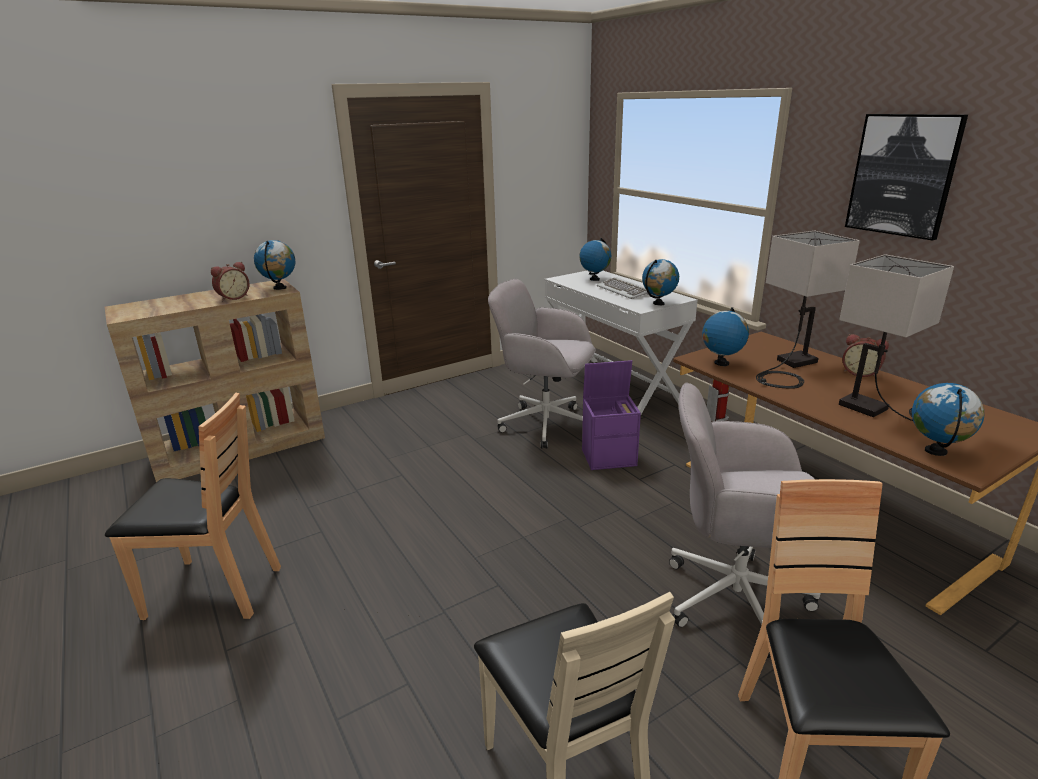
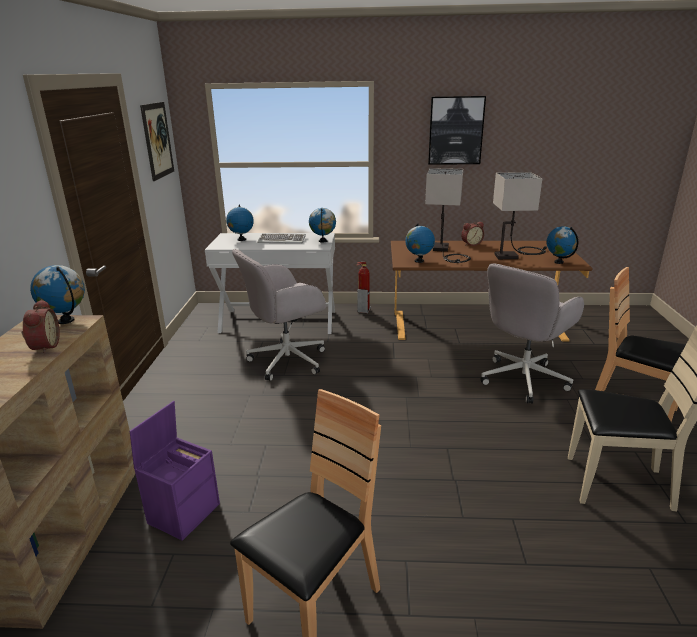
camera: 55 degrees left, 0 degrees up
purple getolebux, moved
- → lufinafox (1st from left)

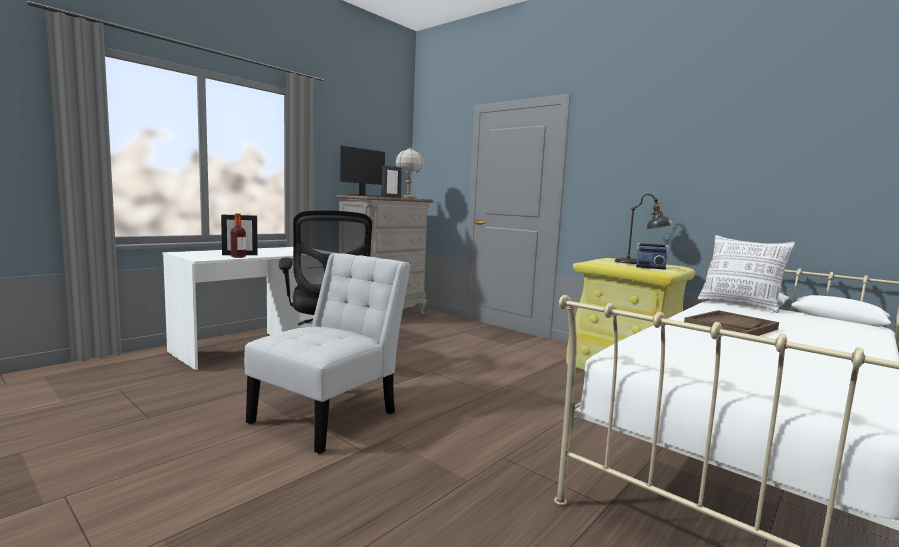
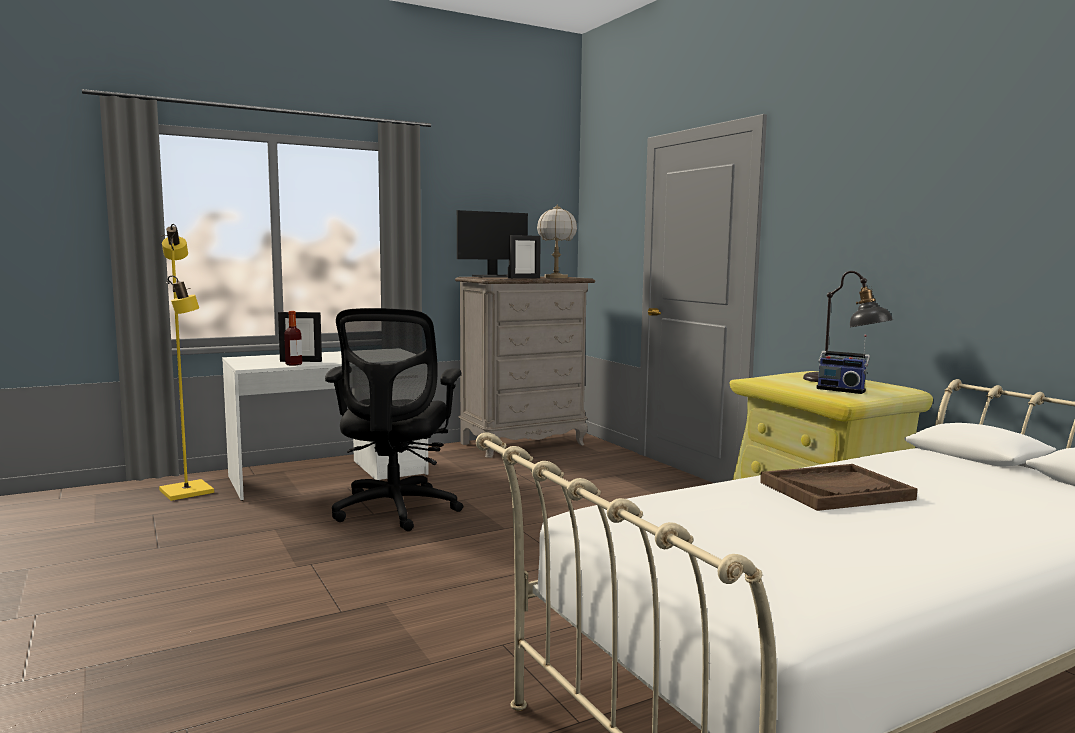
camera: 20 degrees right, 0 degrees up
- → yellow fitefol
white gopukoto → -
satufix → -

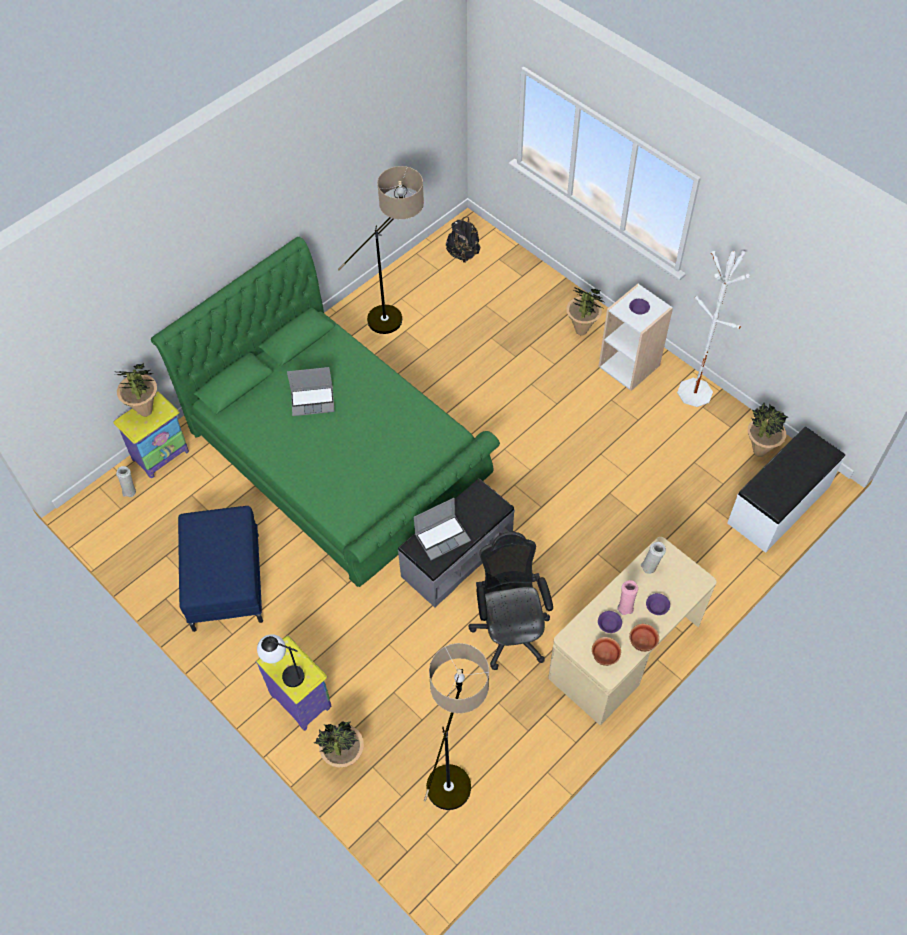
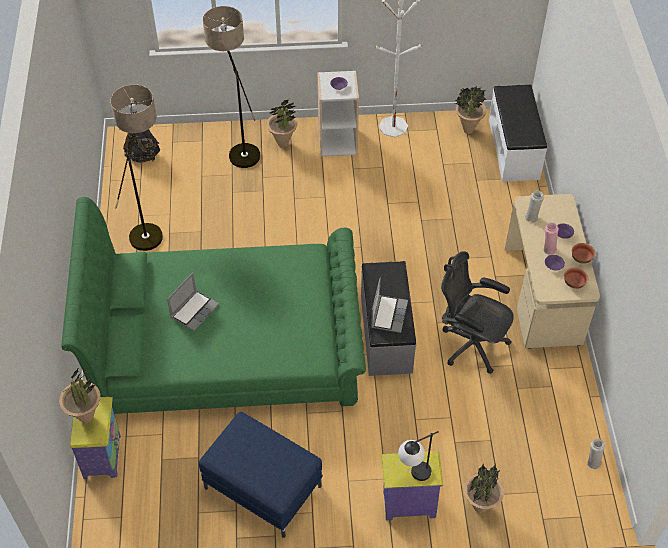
camera: 50 degrees left, 5 degrees down
fitefol (2nd from left), moved
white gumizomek (1st from left in the first image) → white gumizomek (2nd from left), moved

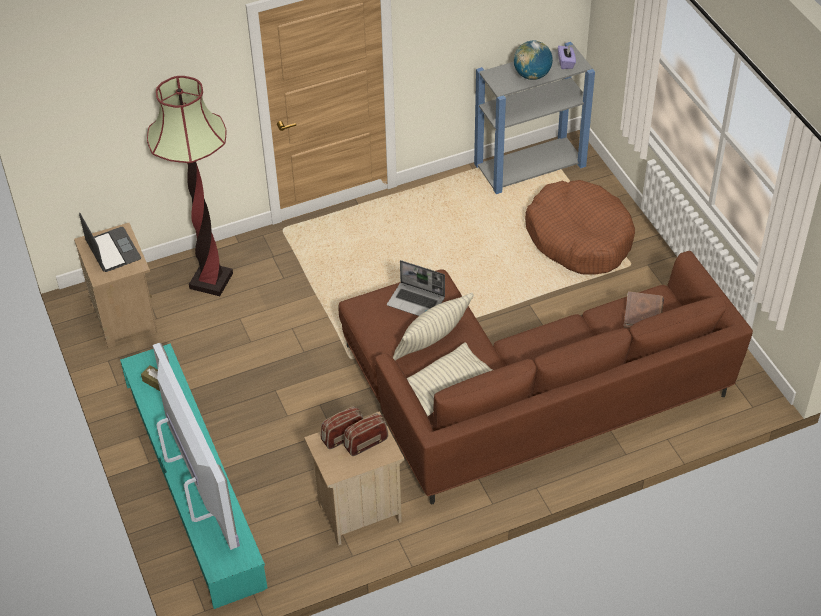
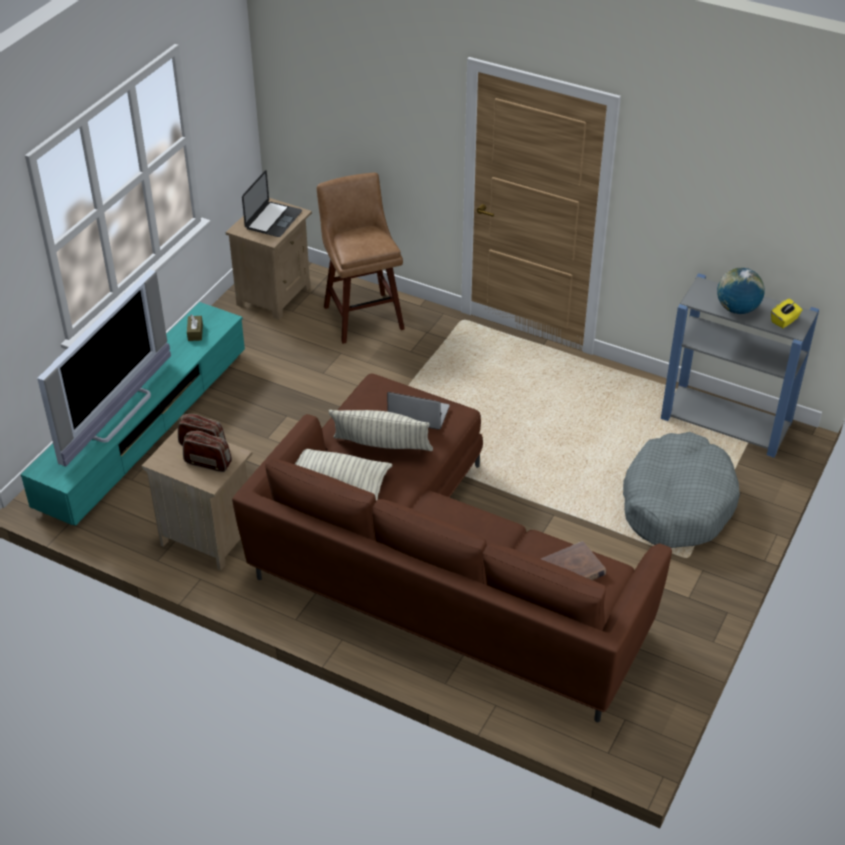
camera: 50 degrees right, 5 degrees down
fitefol → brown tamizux
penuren (2nd from left), 120 degrees clockwise
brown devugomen → grey devugomen
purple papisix → yellow papisix

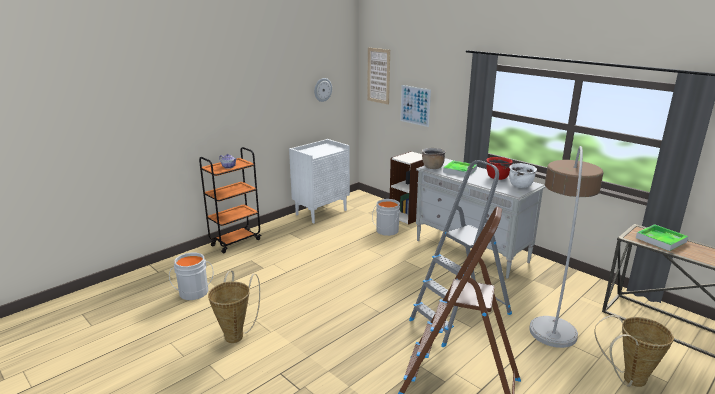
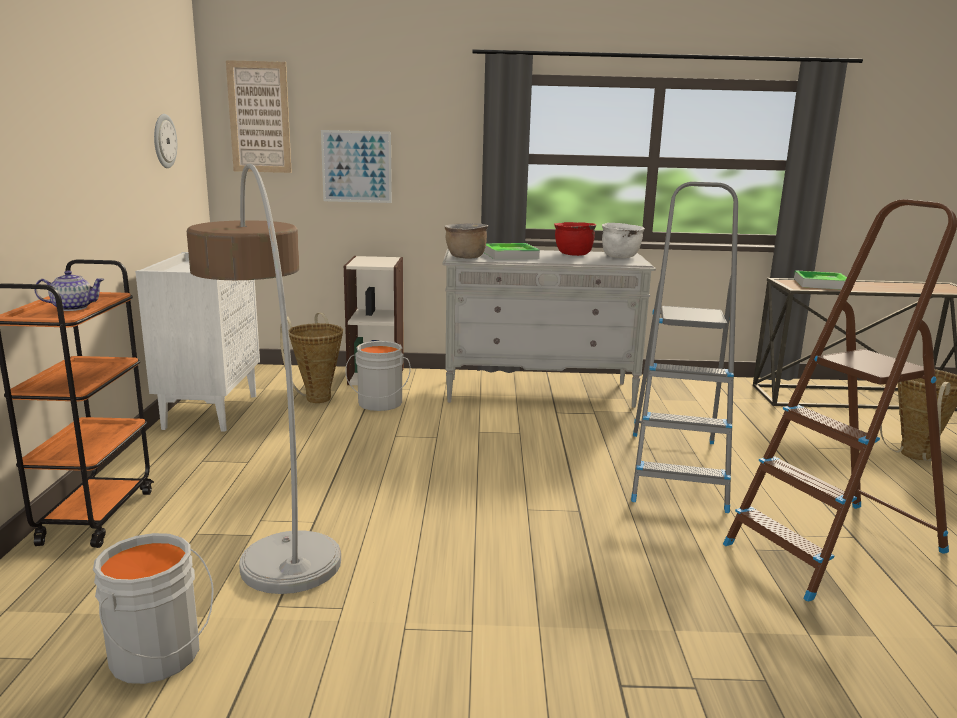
camera: 45 degrees left, 5 degrees down
fitefol, moved
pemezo (1st from left), moved

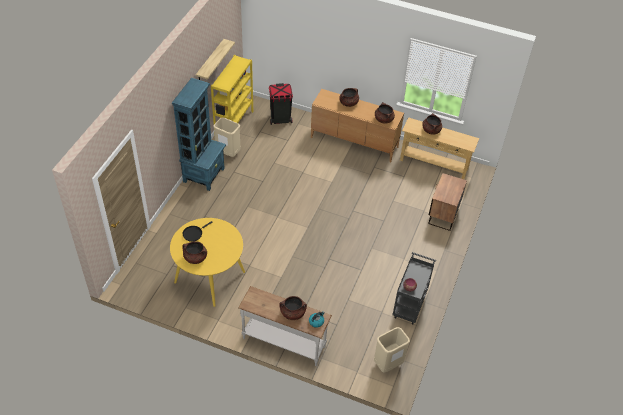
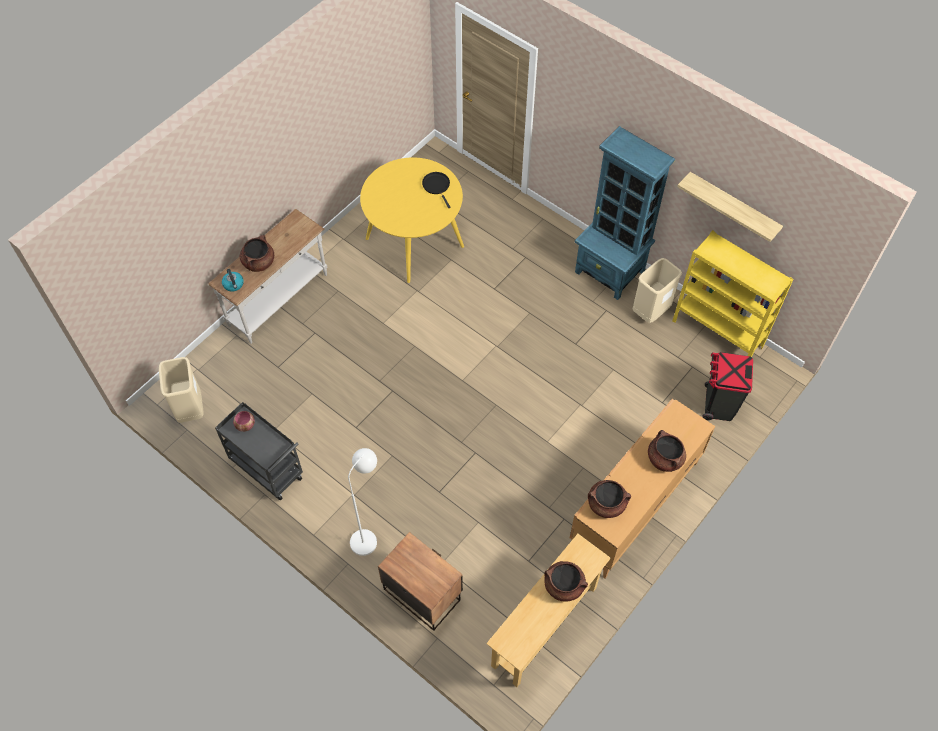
camera: 110 degrees right, 10 degrees up
- → white fitefol
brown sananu (1st from left) → -

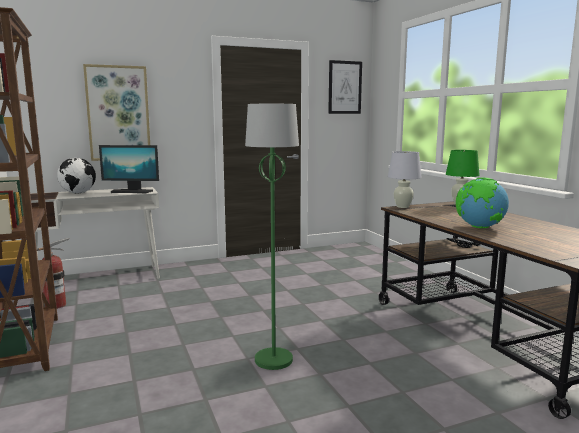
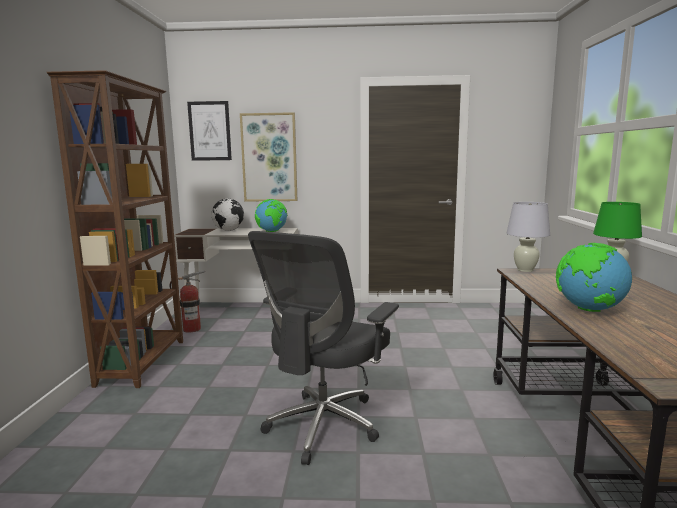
camera: 25 degrees right, 0 degrees up
lufinafox (2nd from left in the first image) → lufinafox (1st from left), moved
green fitefol → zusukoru
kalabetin → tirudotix (2nd from left)

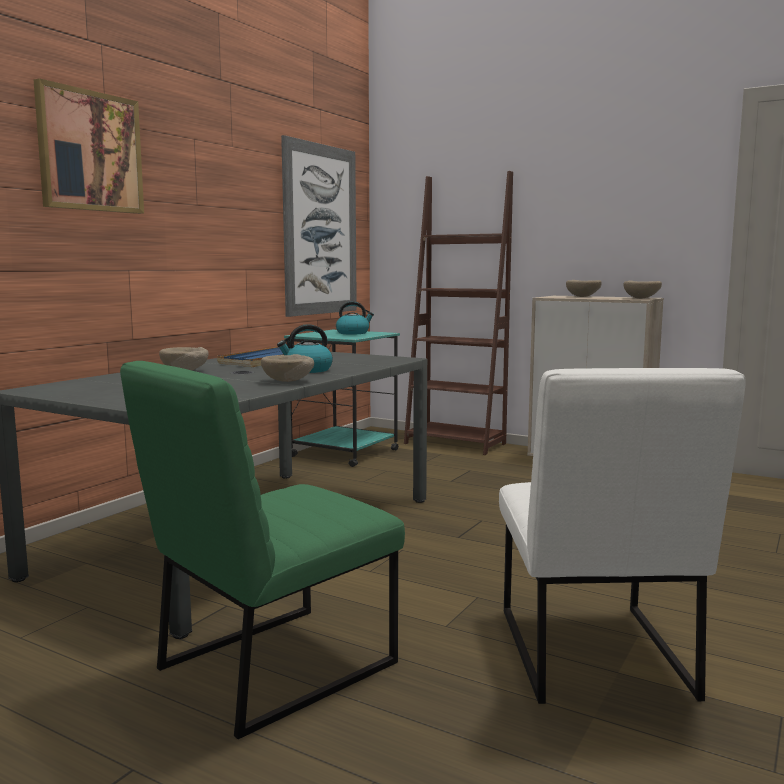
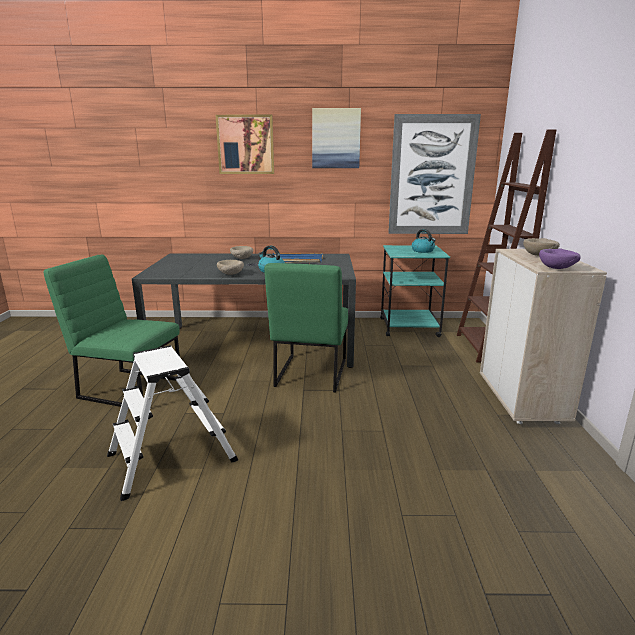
camera: 60 degrees right, 10 degrees up
white gopukoto → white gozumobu
- → green gopukoto (2nd from left)
- → lufinafox (2nd from left)
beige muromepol (4th from left) → purple muromepol

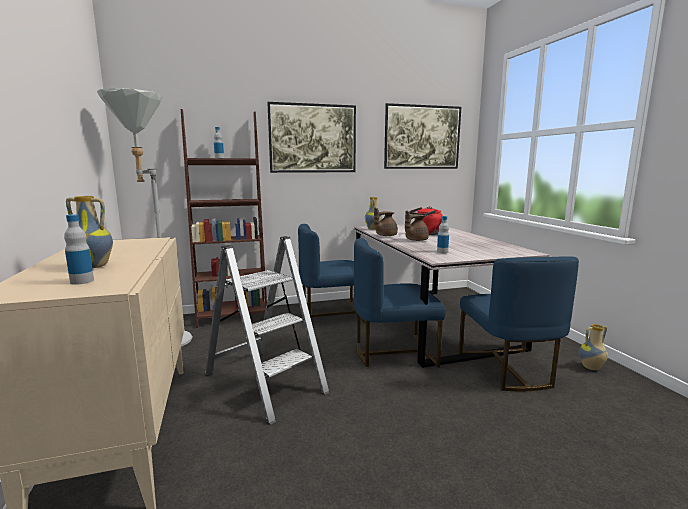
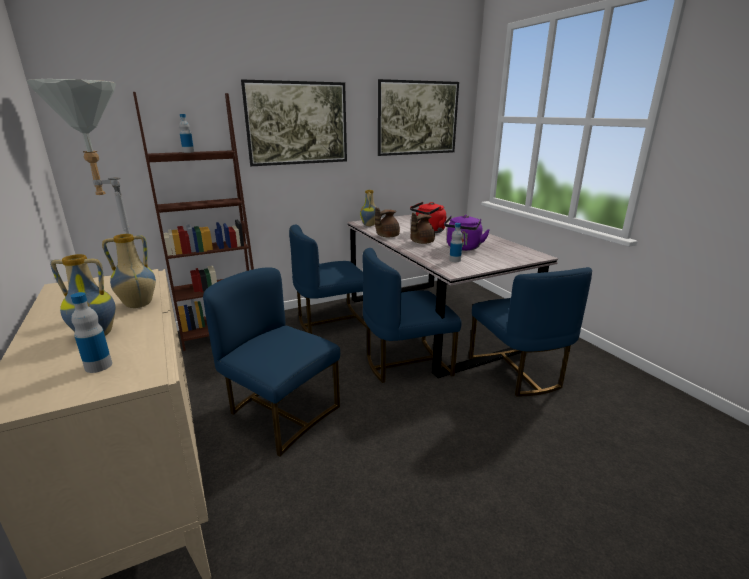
camera: 10 degrees left, 10 degrees up
gumizomek (3rd from left in the first image) → gumizomek (2nd from left), moved
grey gozumobu → blue gopukoto (1st from left)
- → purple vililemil

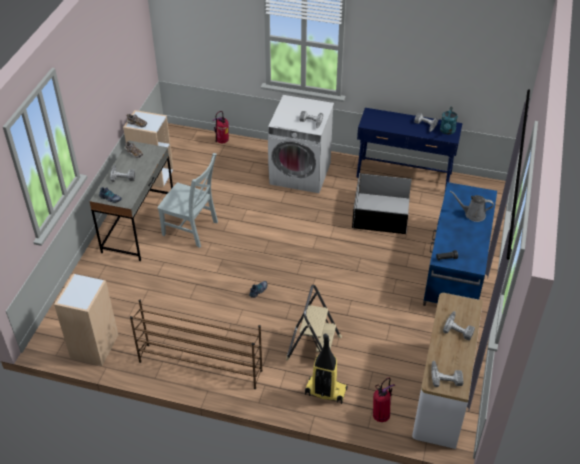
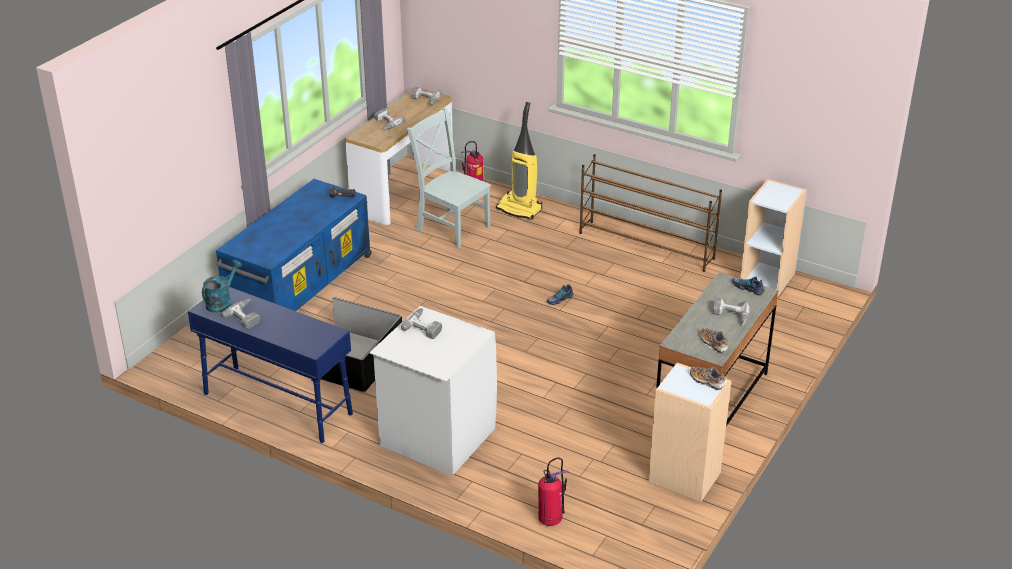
camera: 165 degrees left, 10 degrees down
grey gopukoto, moved
beige gozumobu → -
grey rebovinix → -

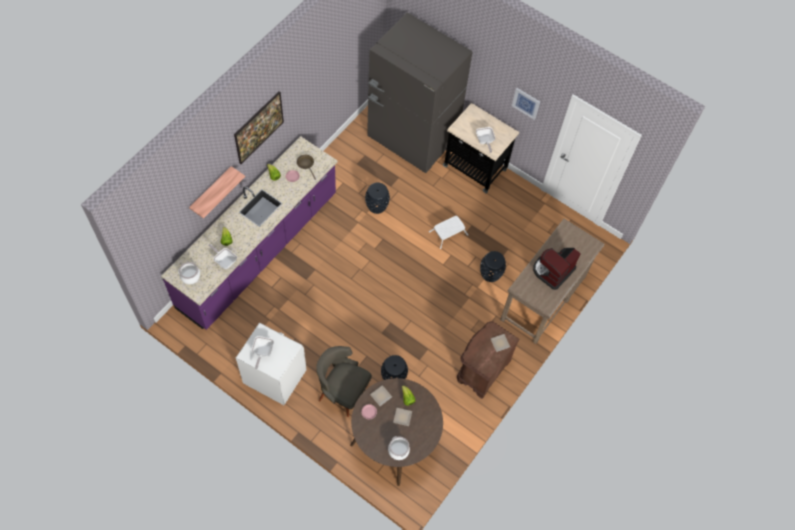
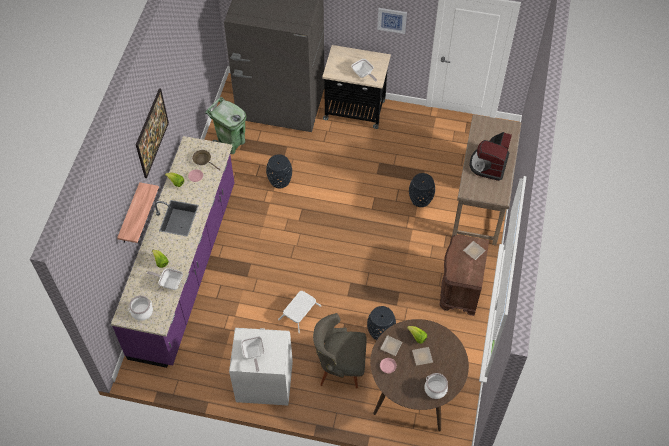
camera: 20 degrees left, 5 degrees down
- → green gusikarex
white gozumobu, moved

